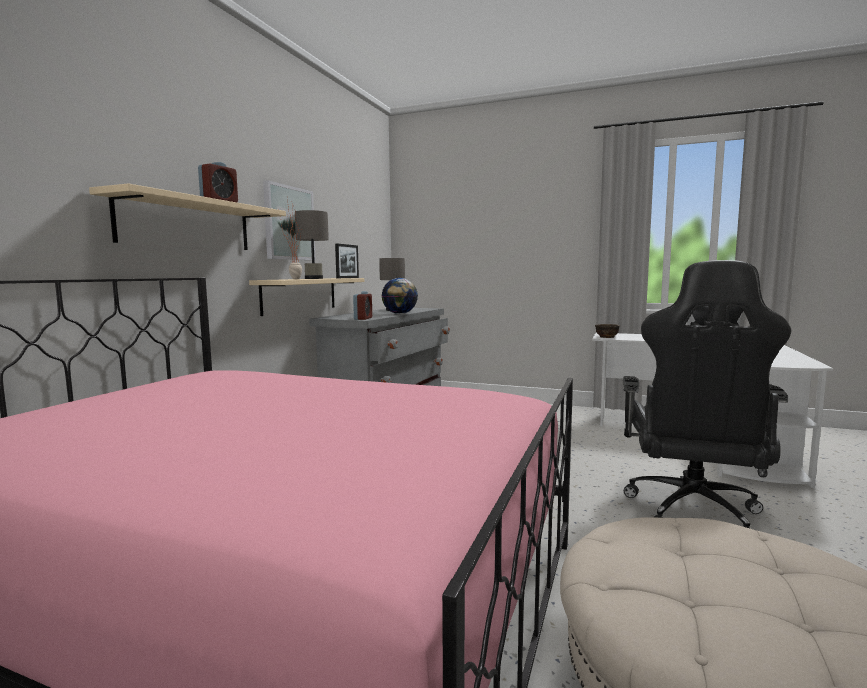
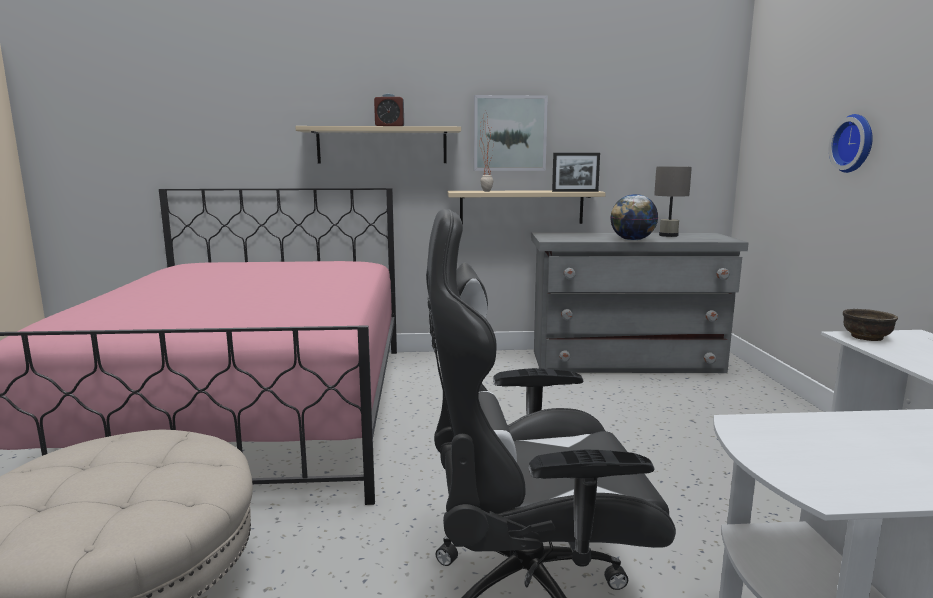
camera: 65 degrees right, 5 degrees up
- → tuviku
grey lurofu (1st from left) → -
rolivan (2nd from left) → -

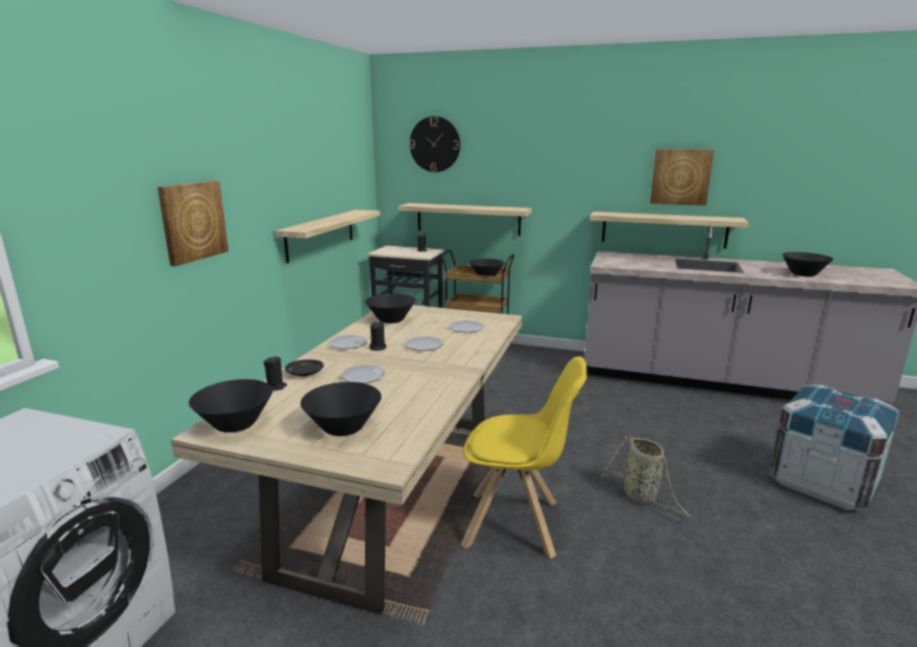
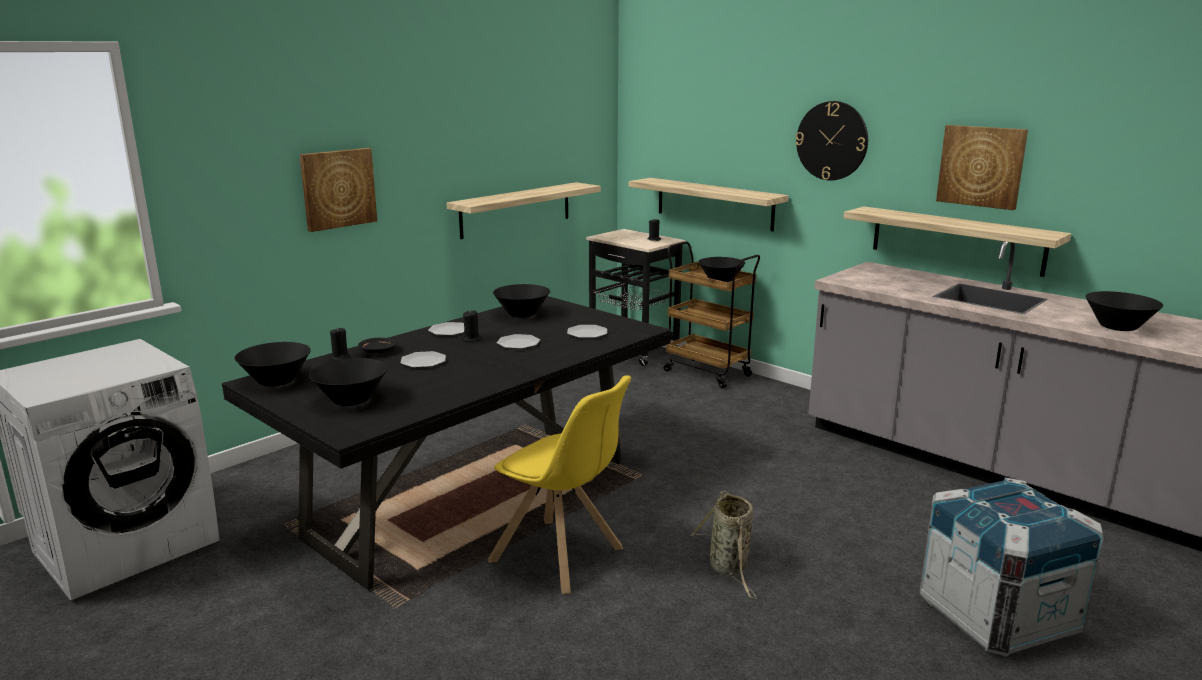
camera: 25 degrees right, 0 degrees up
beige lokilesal → black lokilesal
tuviku, moved

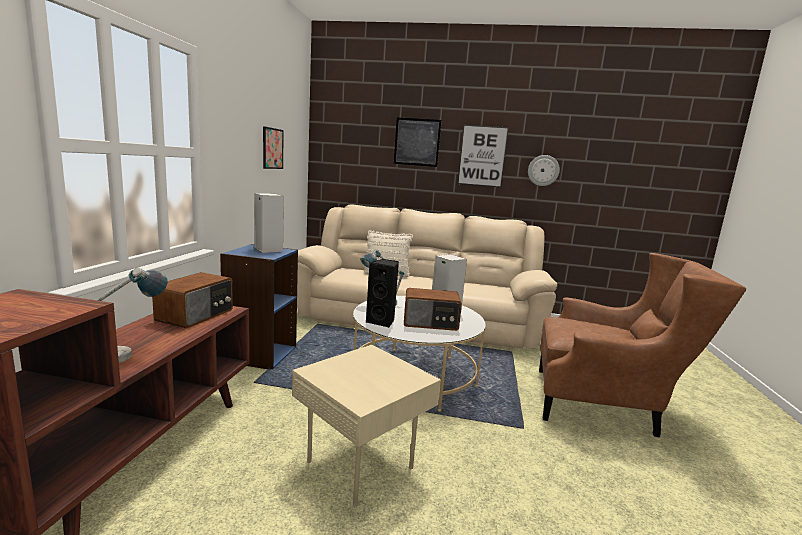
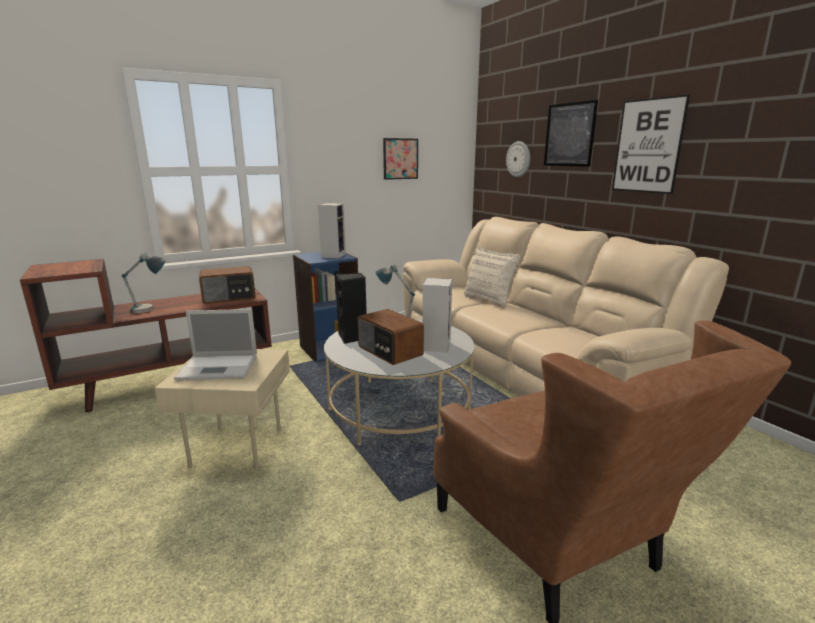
camera: 50 degrees right, 5 degrees up
- → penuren
tuviku, moved

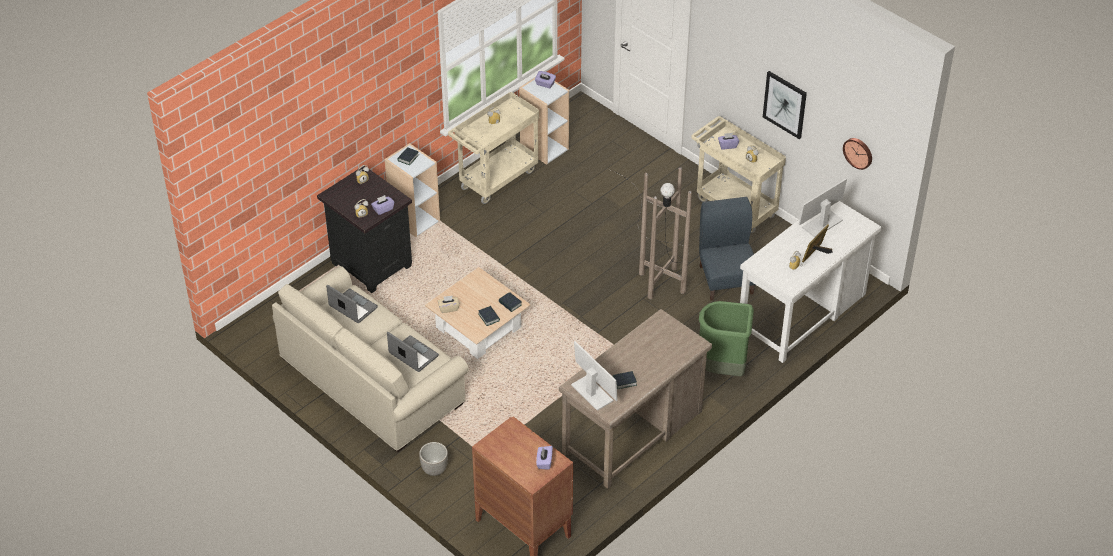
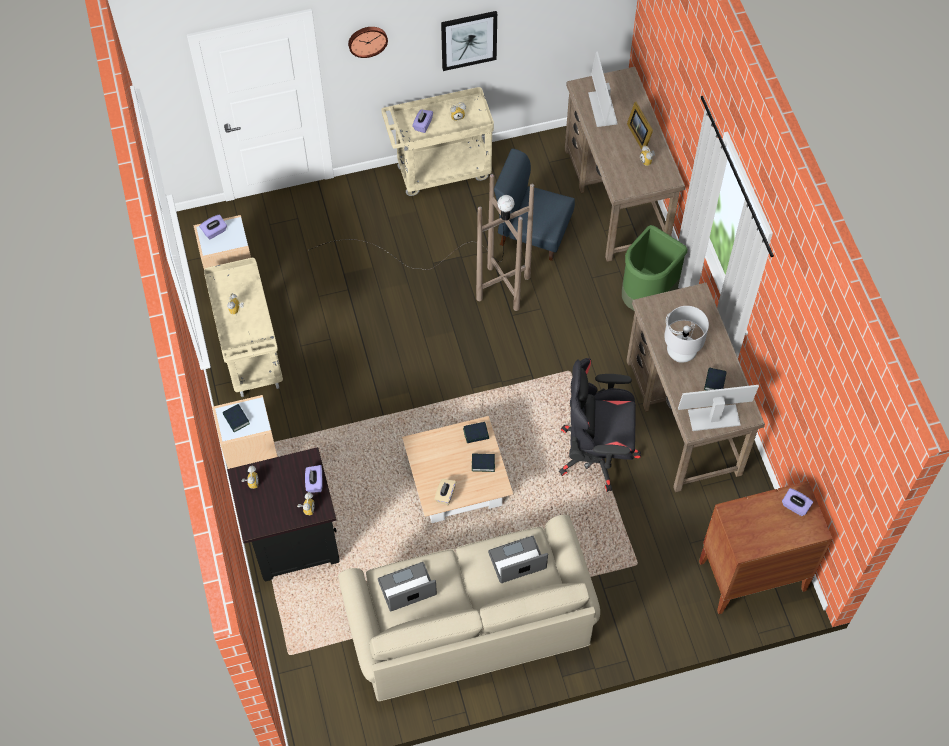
camera: 60 degrees left, 15 degrees up
tuviku, moved
- → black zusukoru
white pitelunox → brown pitelunox (1st from left)
- → white lurofu
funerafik → -

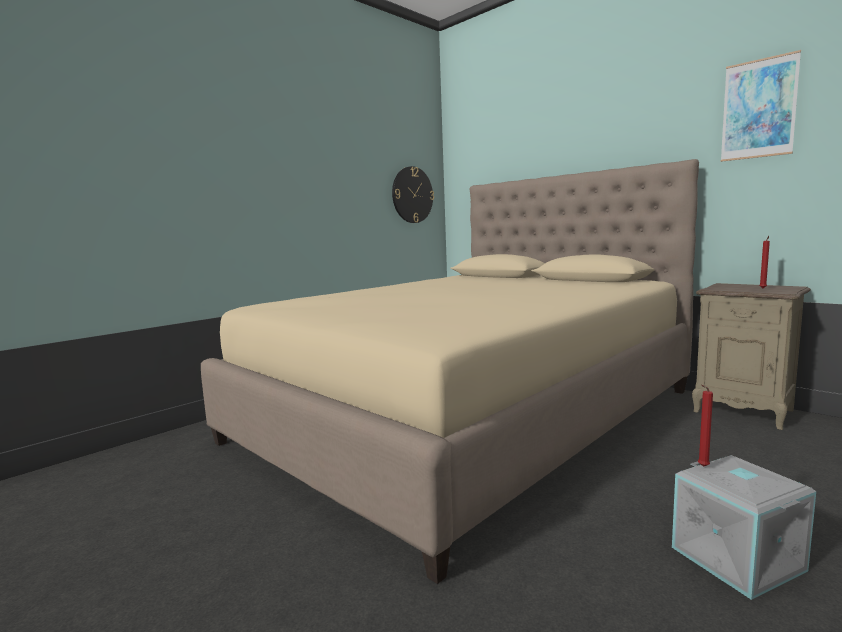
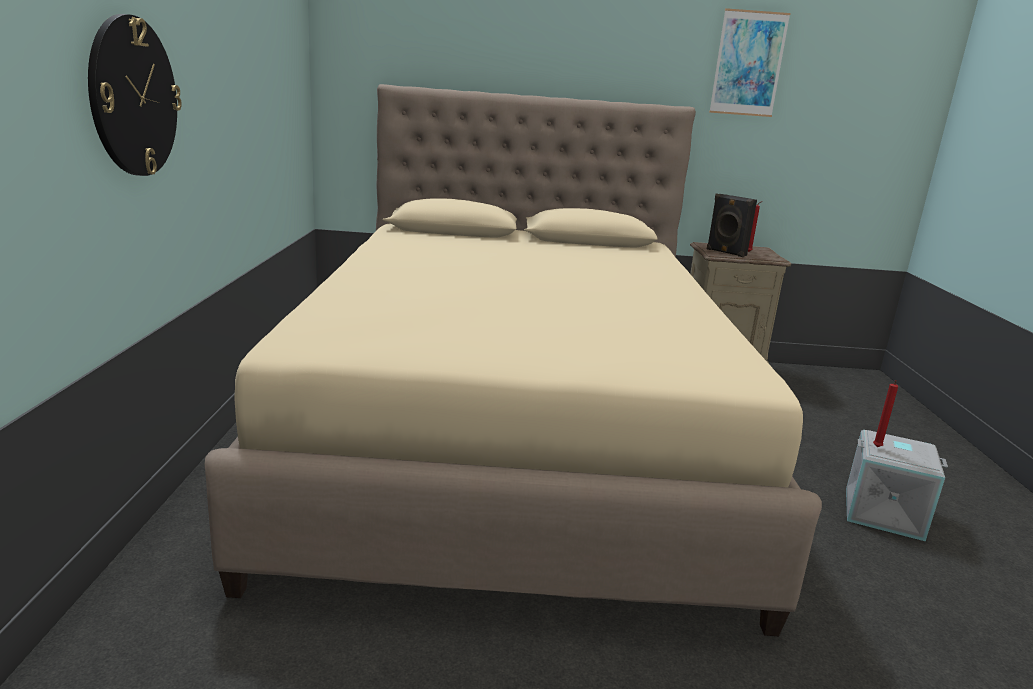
camera: 45 degrees left, 10 degrees up
tuviku, moved
- → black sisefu

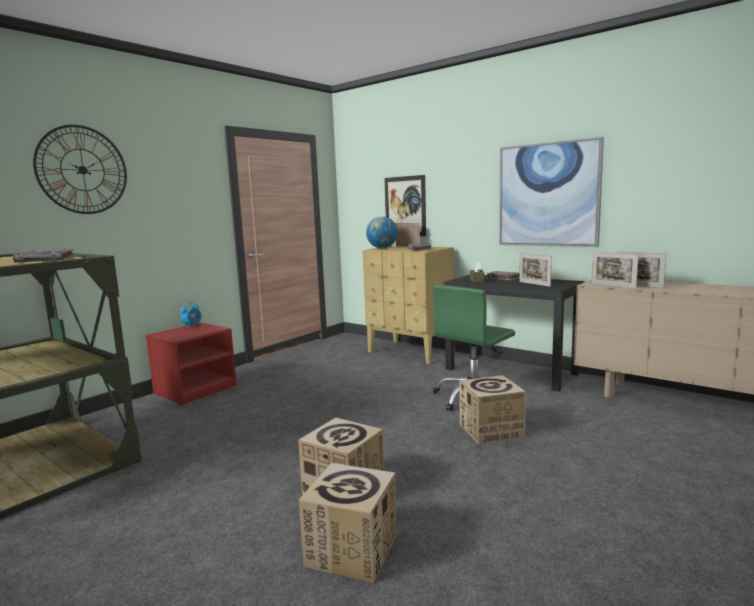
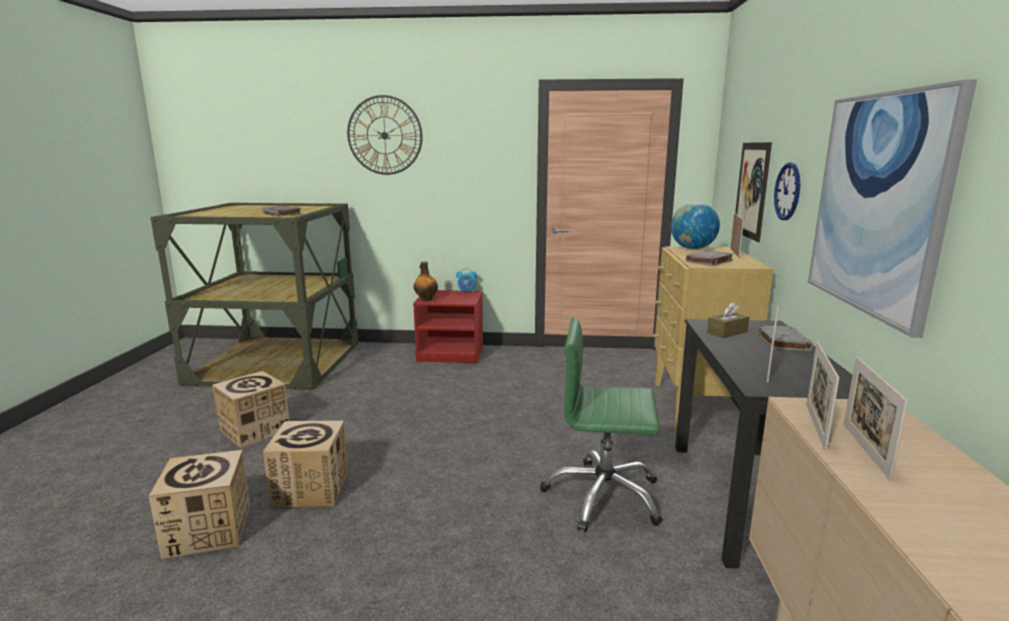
camera: 55 degrees right, 5 degrees up
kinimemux (3rd from left in the first image) → kinimemux (2nd from left), moved
- → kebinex
- → tuviku (2nd from left)

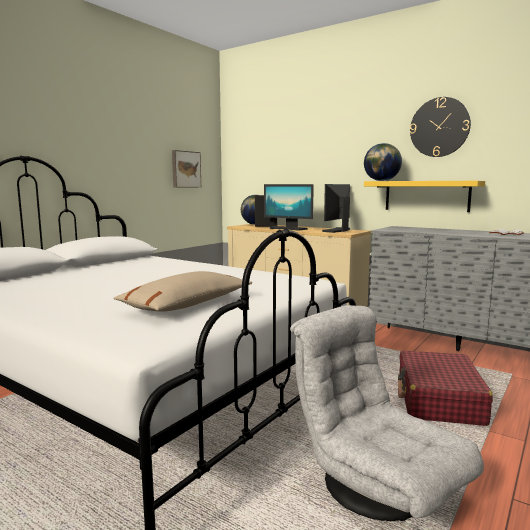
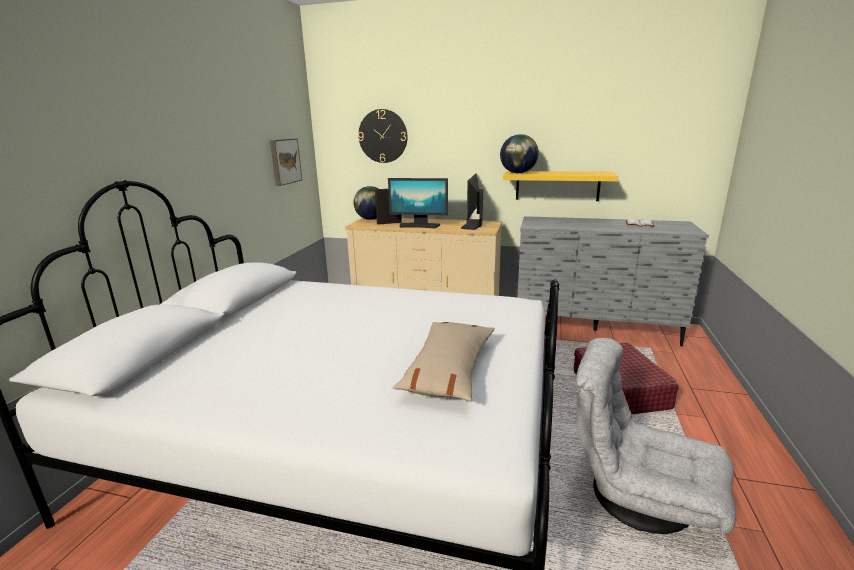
camera: 20 degrees left, 10 degrees up
tuviku, moved

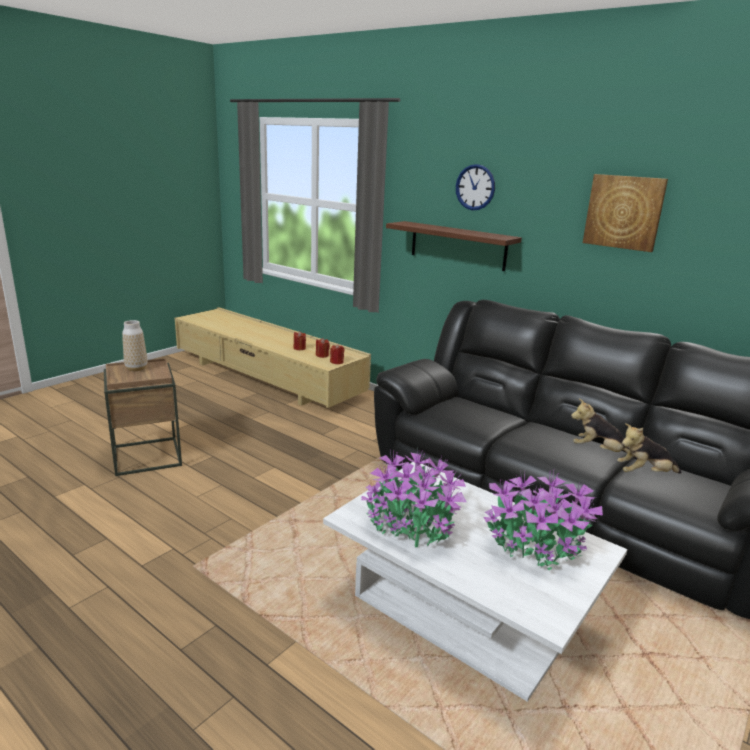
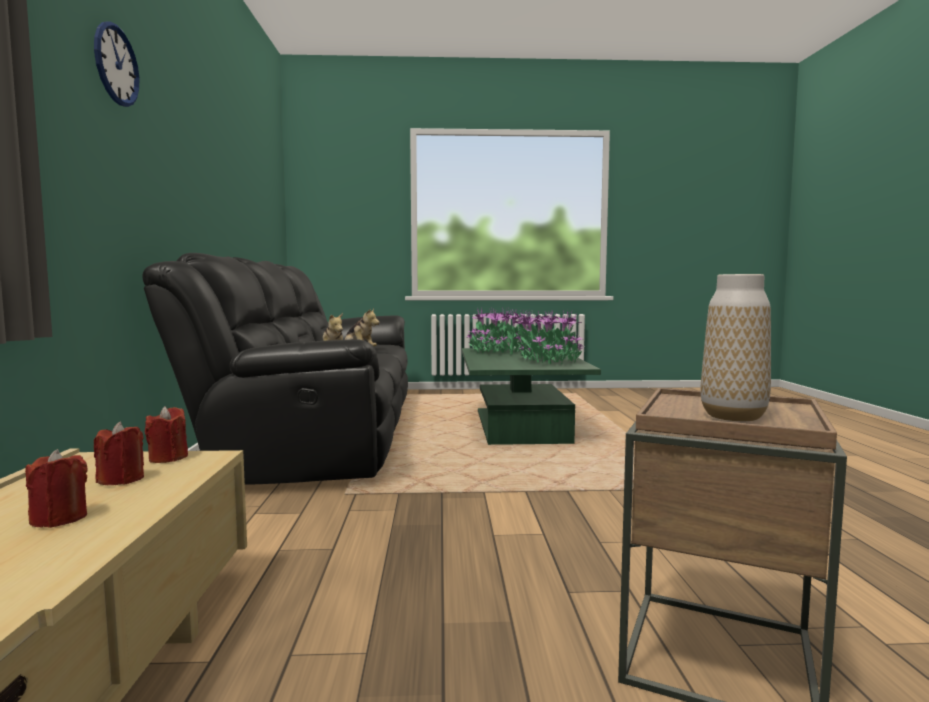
camera: 130 degrees left, 15 degrees down
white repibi → green repibi
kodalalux → -
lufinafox → -

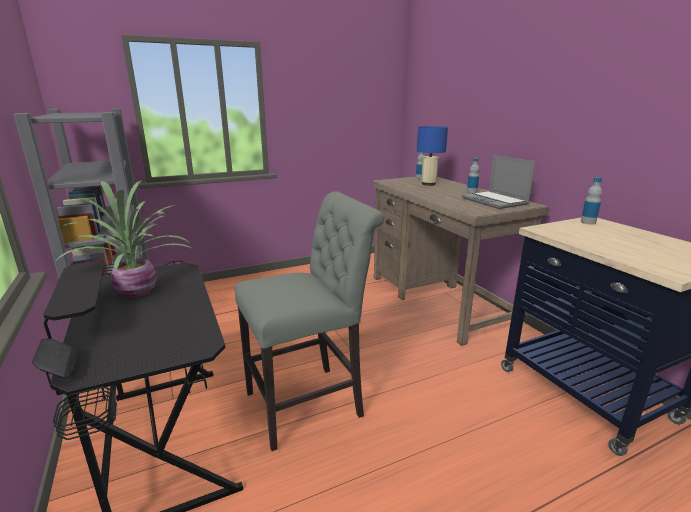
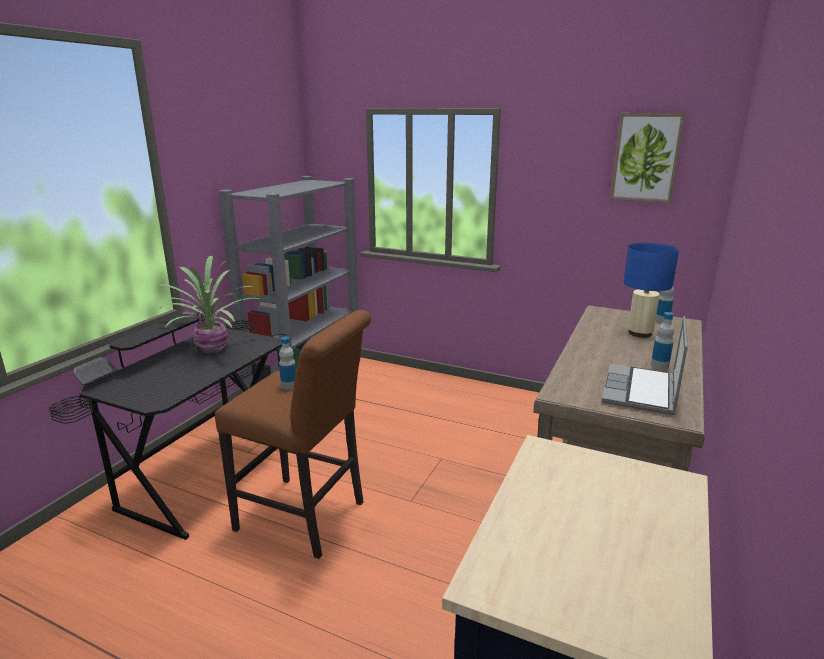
camera: 50 degrees right, 0 degrees up
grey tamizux → brown tamizux
kebinex (3rd from left in the first image) → kebinex (1st from left), moved
- → lufinafox

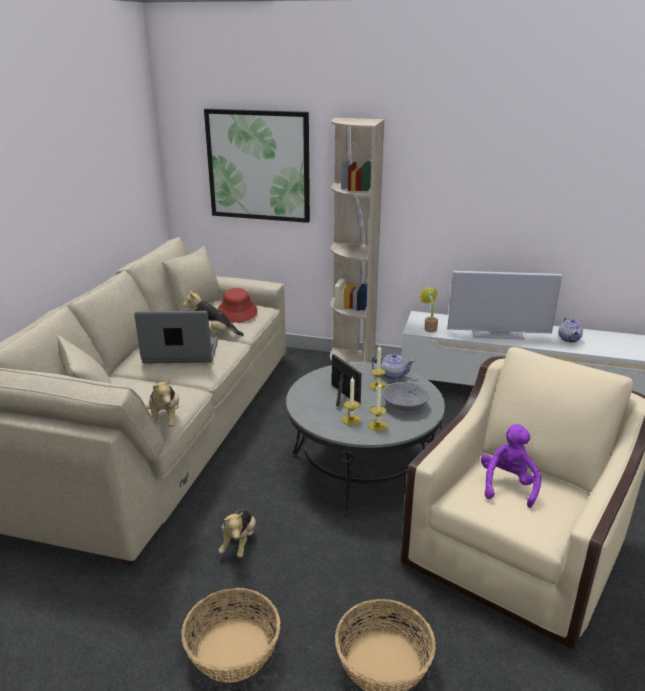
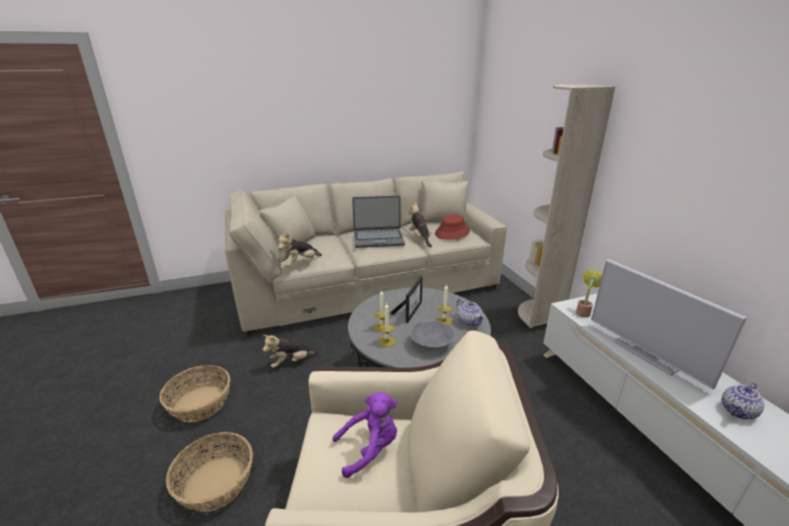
camera: 55 degrees right, 0 degrees up
penuren, 120 degrees clockwise
lufinafox → -

